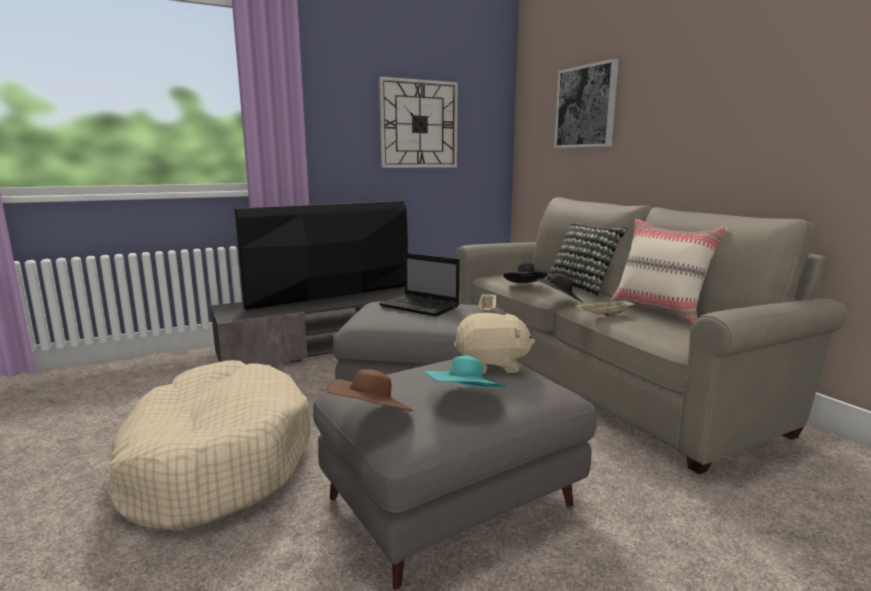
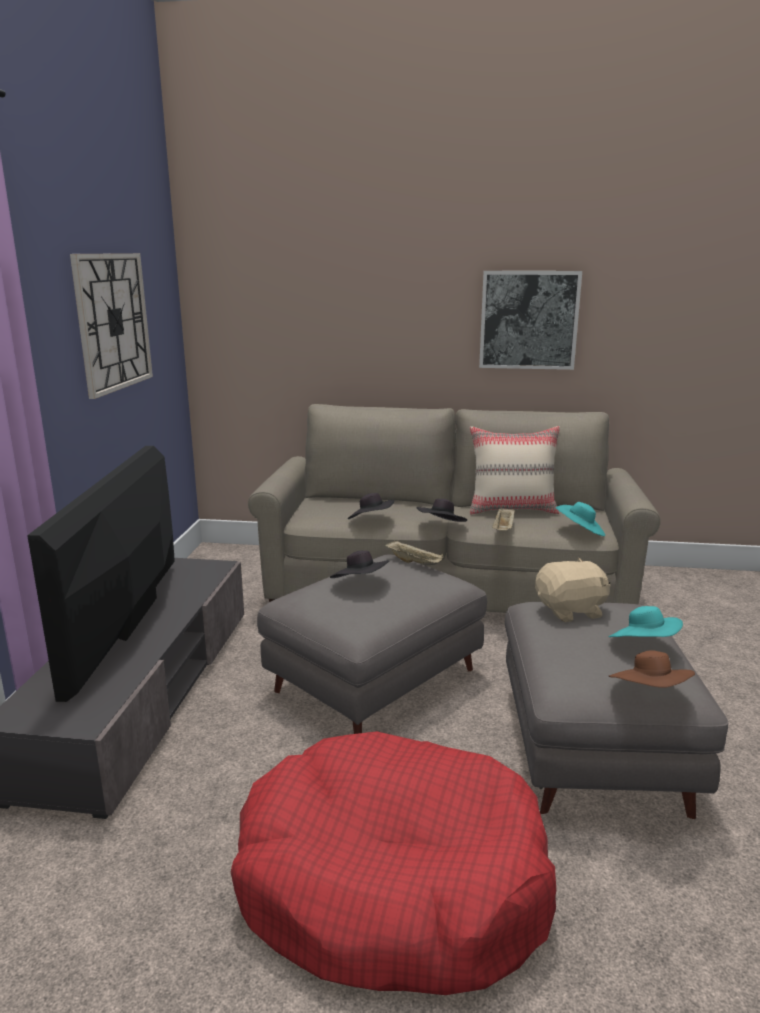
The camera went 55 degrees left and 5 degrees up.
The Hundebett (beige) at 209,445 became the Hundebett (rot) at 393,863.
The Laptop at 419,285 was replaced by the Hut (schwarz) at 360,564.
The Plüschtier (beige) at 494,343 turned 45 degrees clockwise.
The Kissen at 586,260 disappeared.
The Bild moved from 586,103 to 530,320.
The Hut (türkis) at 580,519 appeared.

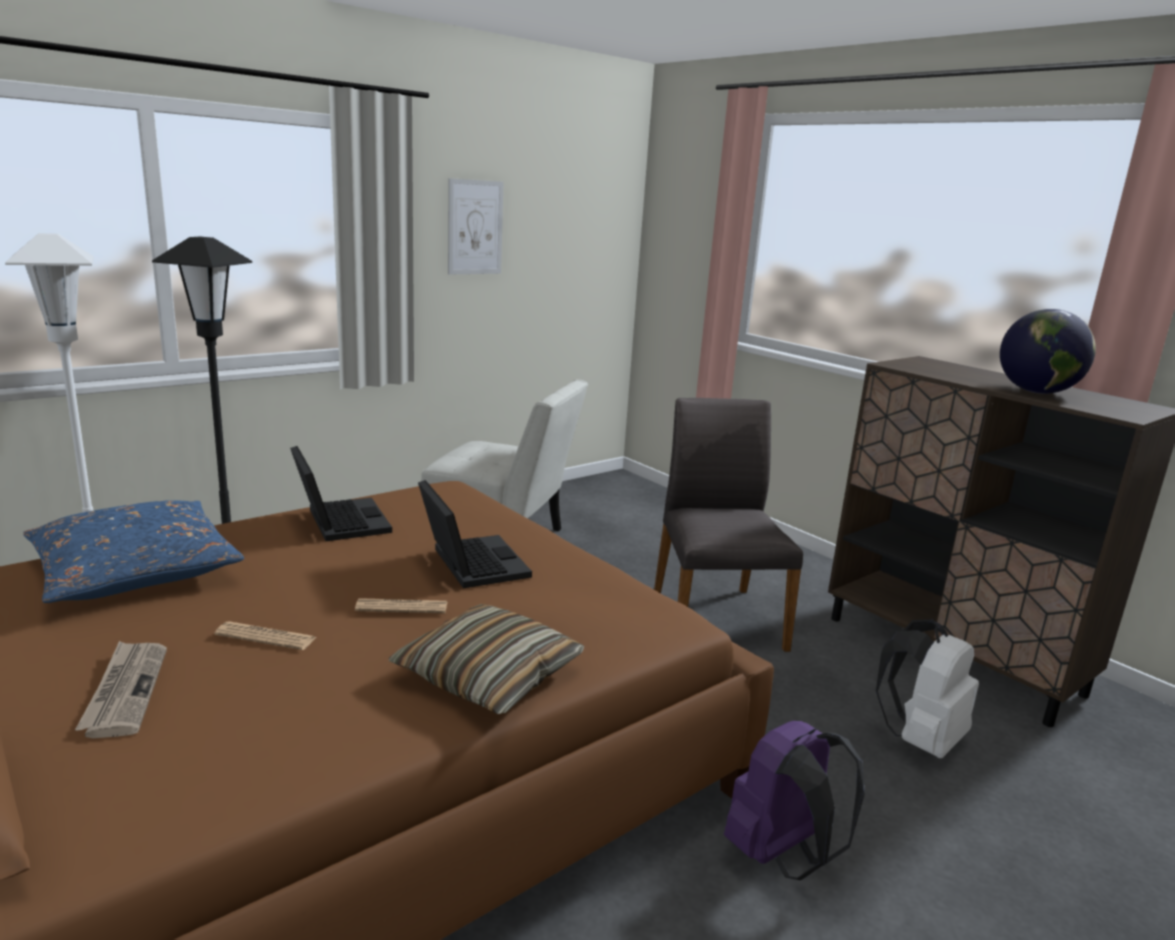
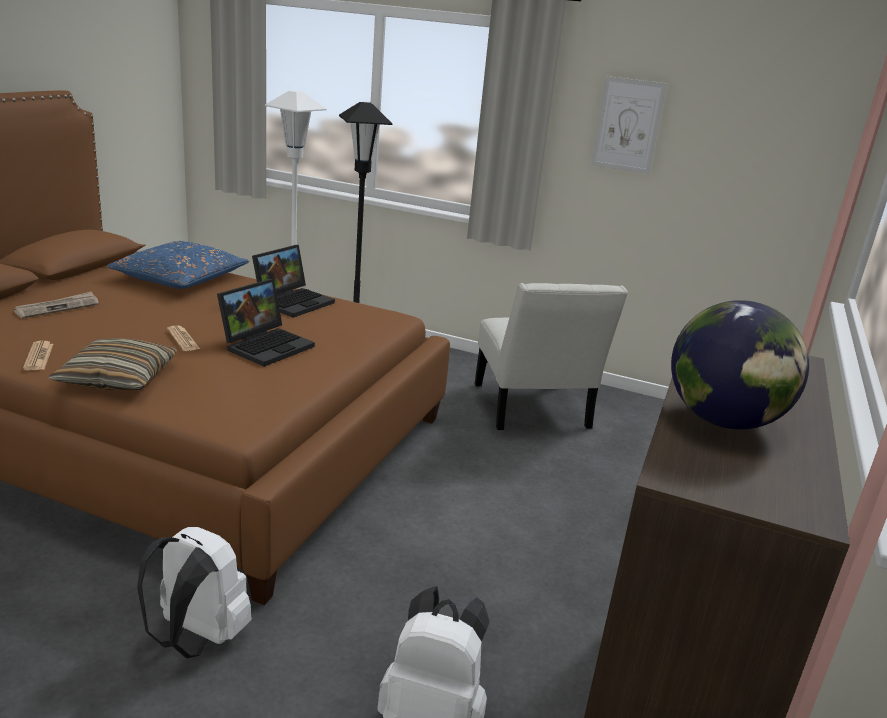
The camera went 60 degrees right and 5 degrees up.
The Zeitung moved from 265,635 to 38,355.
The Stuhl (grau) at 728,525 disappeared.
The Rucksack (lila) at 794,800 became the Rucksack (weiß) at 194,592.

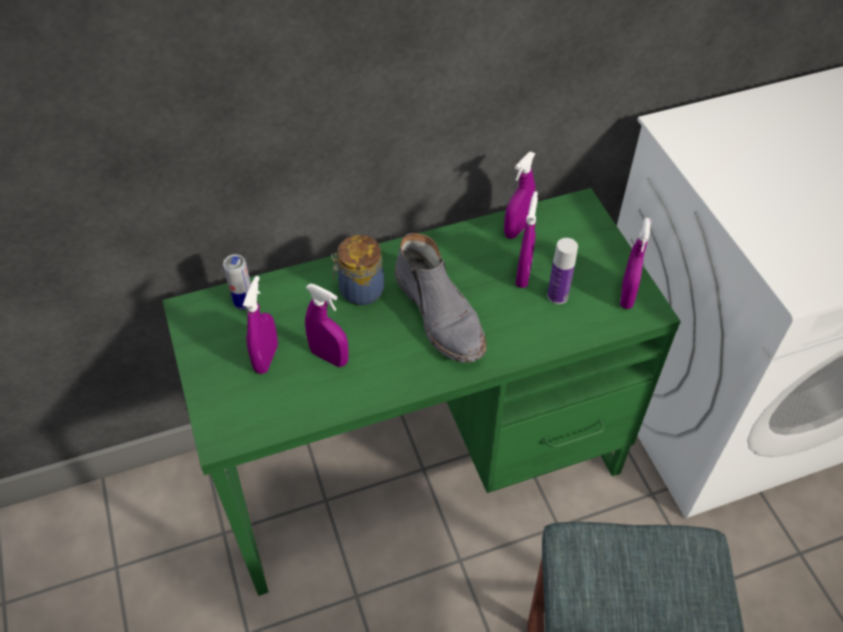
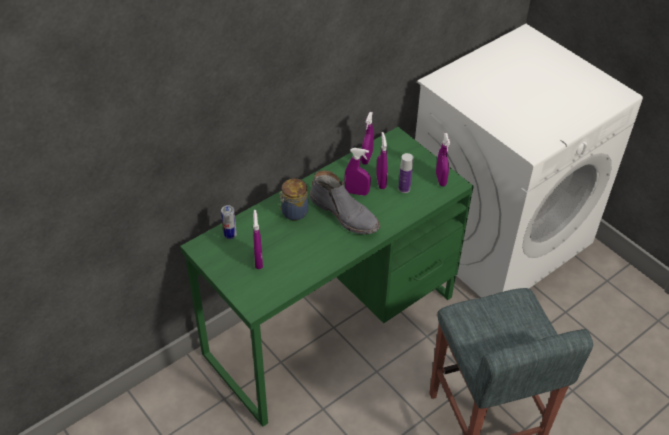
The camera went 20 degrees left and 5 degrees down.
The Sprühflasche (lila) moved from 327,325 to 357,172.

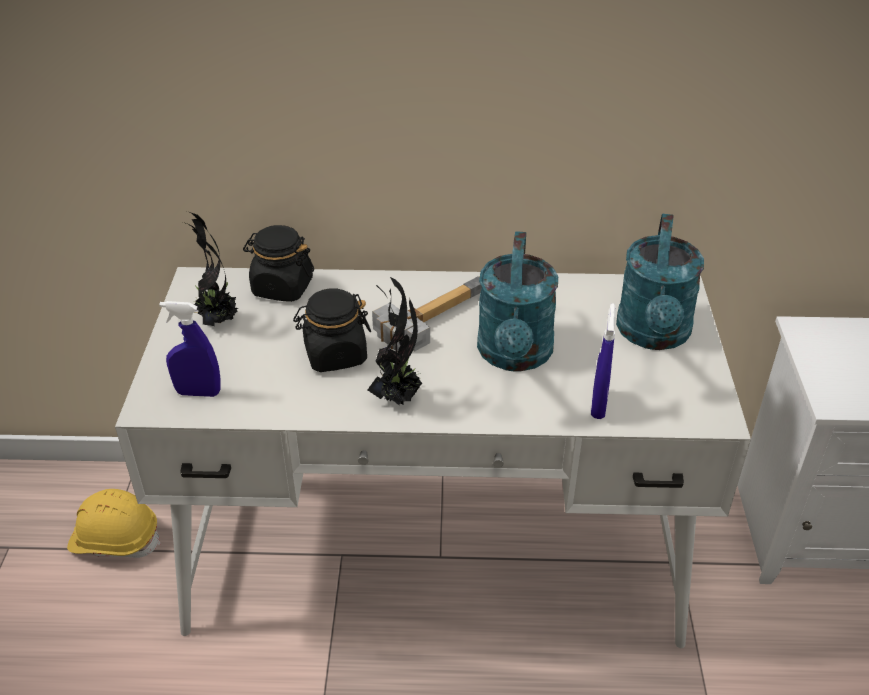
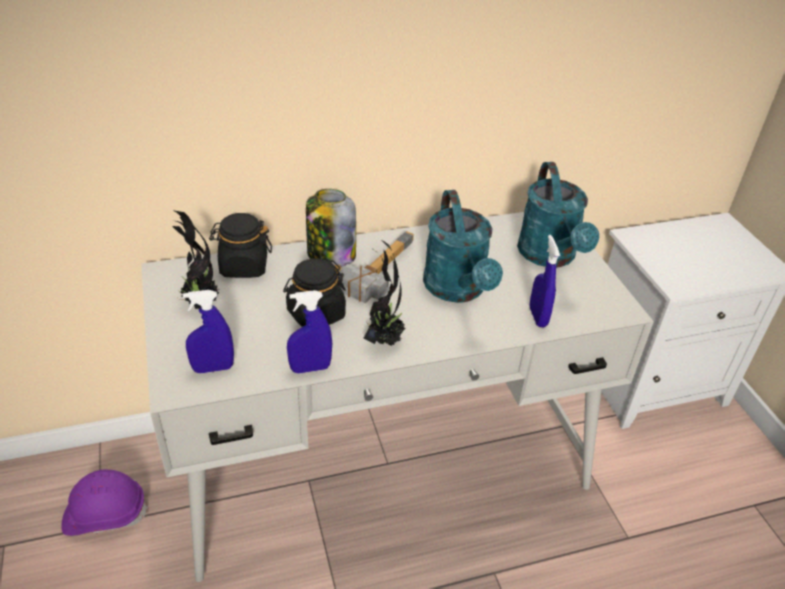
The camera went 20 degrees left and 0 degrees up.
The Schutzhelm (gelb) at 114,523 became the Schutzhelm (lila) at 105,503.
The Sprühflasche (blau) at 309,331 appeared.
The Vorratsglas at 331,228 appeared.

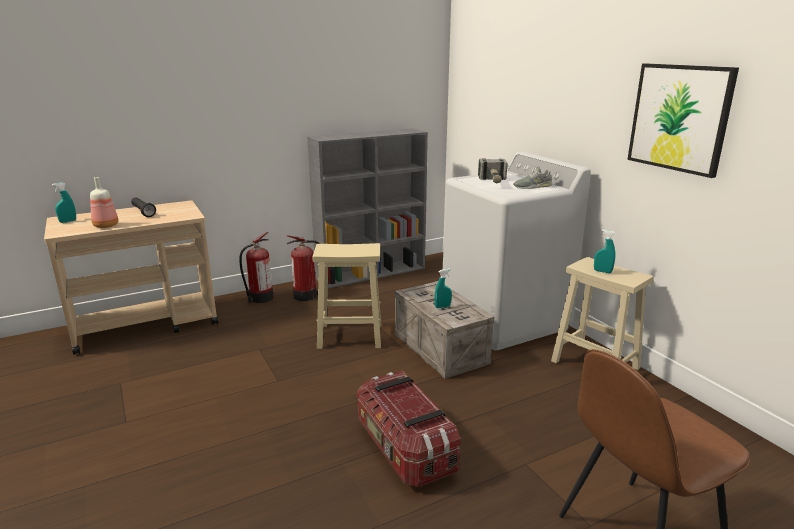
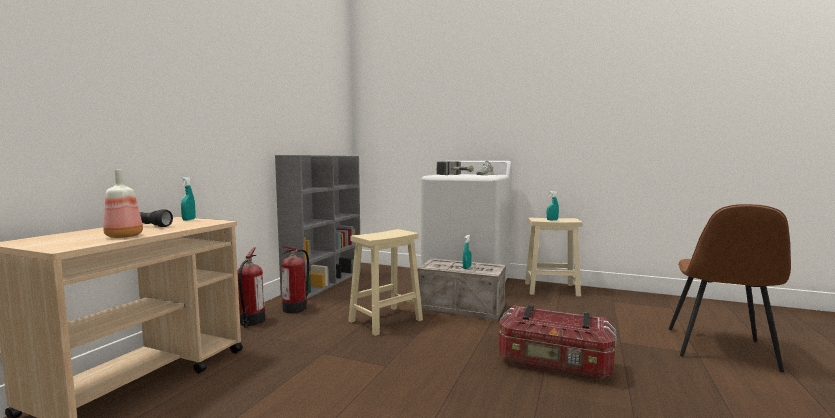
The camera went 40 degrees left and 15 degrees down.
The Sprühflasche (türkis) moved from 64,202 to 188,199.
The Bild at 683,120 disappeared.

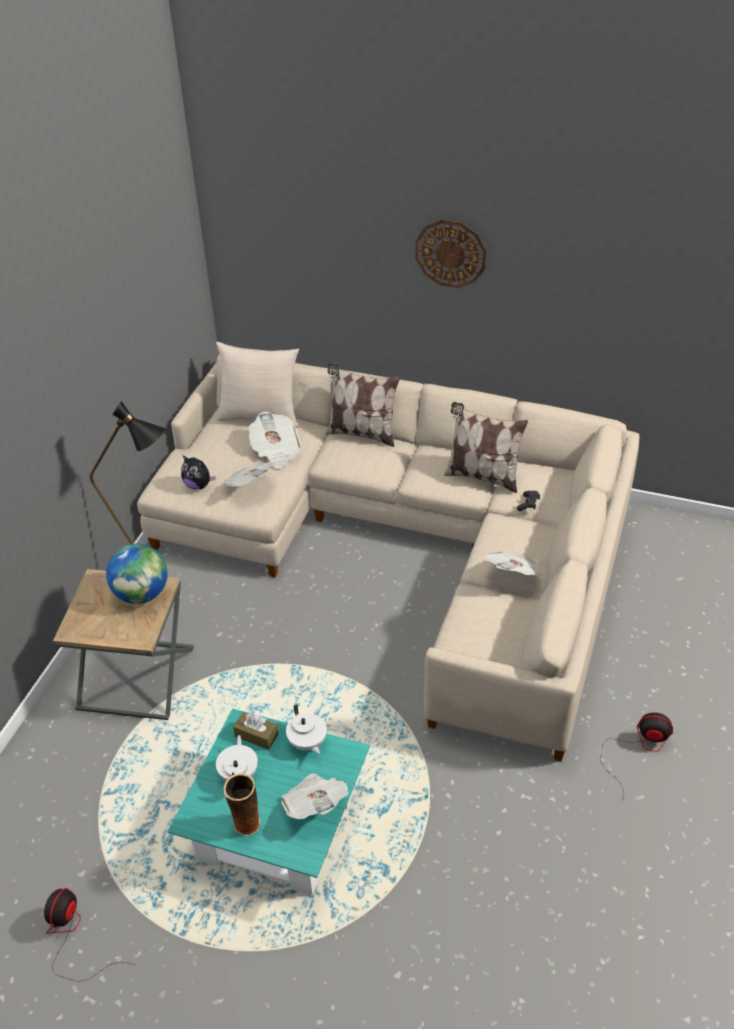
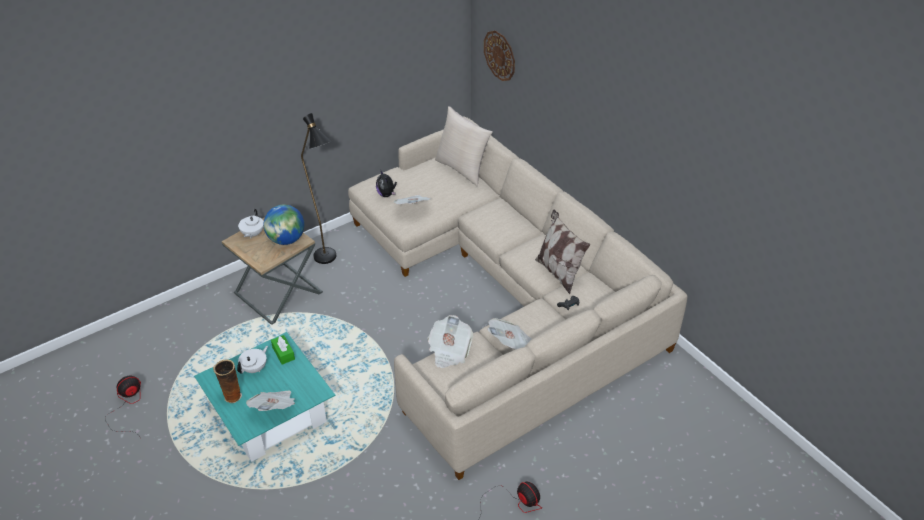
The camera went 35 degrees right and 0 degrees up.
The Taschentuchbox (braun) at 255,731 became the Taschentuchbox (grün) at 283,349.
The Zeitung moved from 275,440 to 450,341.
The Teekanne (weiß) moved from 306,729 to 251,223.
The Kissen at 363,405 disappeared.
The Wanduhr moved from 451,254 to 499,55.

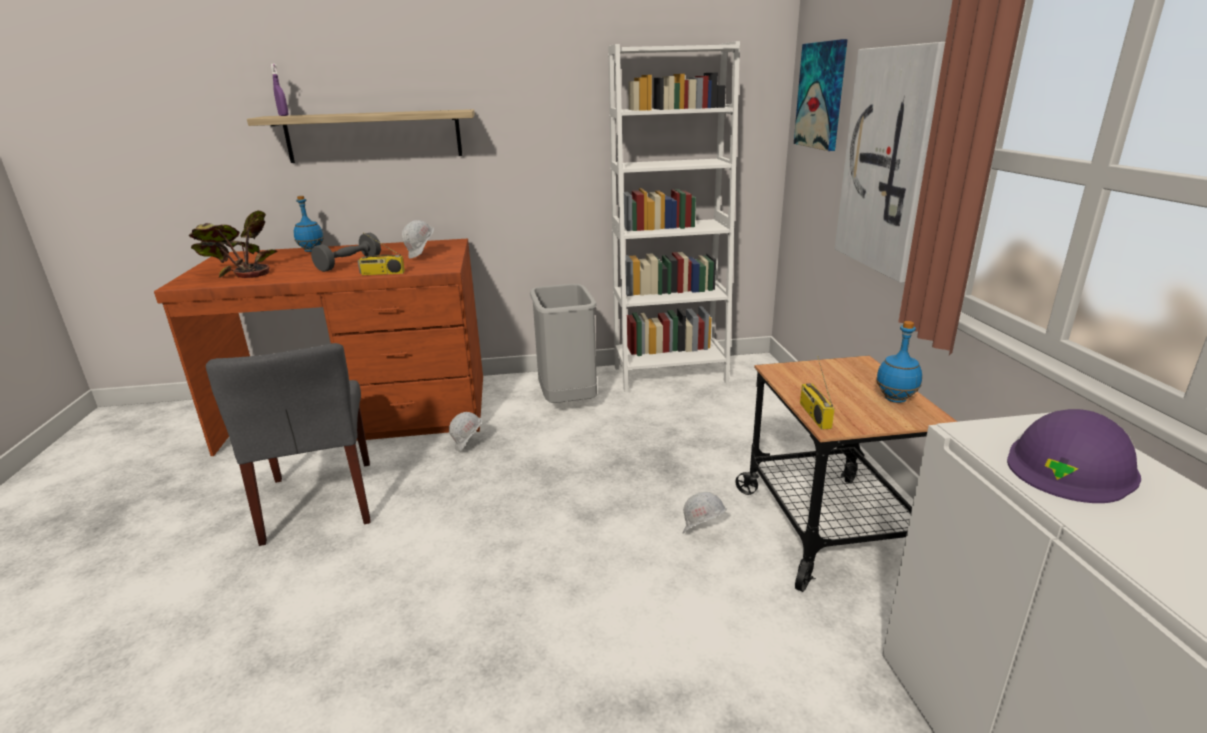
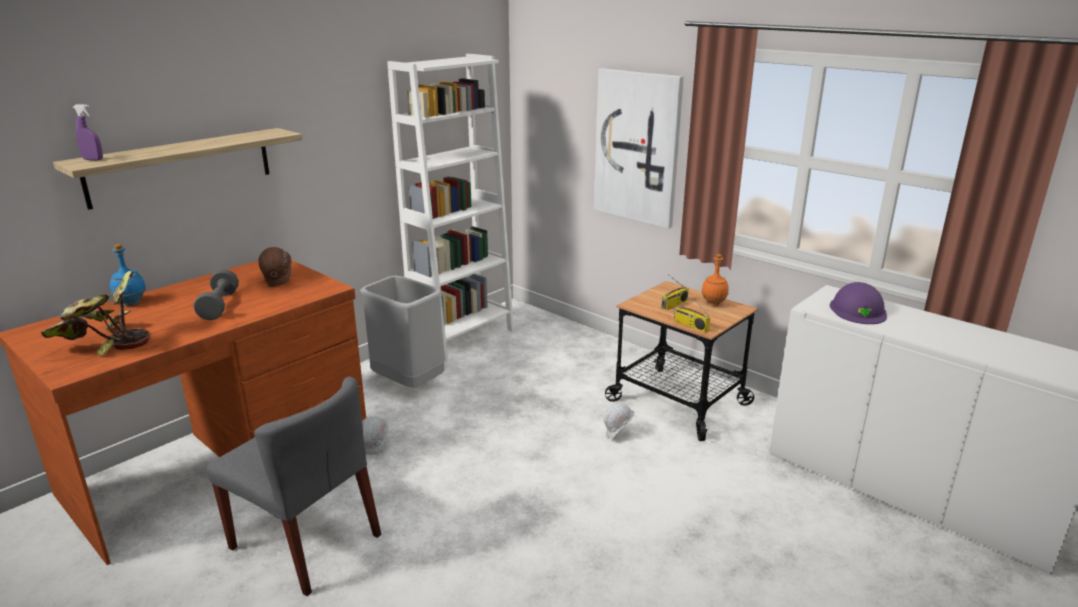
The camera went 40 degrees left and 0 degrees up.
The Radio moved from 381,253 to 675,292.
The Schutzhelm (weiß) at 418,239 became the Schutzhelm (braun) at 274,267.
The Bild at 821,95 disappeared.
The Flasche (blau) at 899,362 became the Flasche (orange) at 715,280.

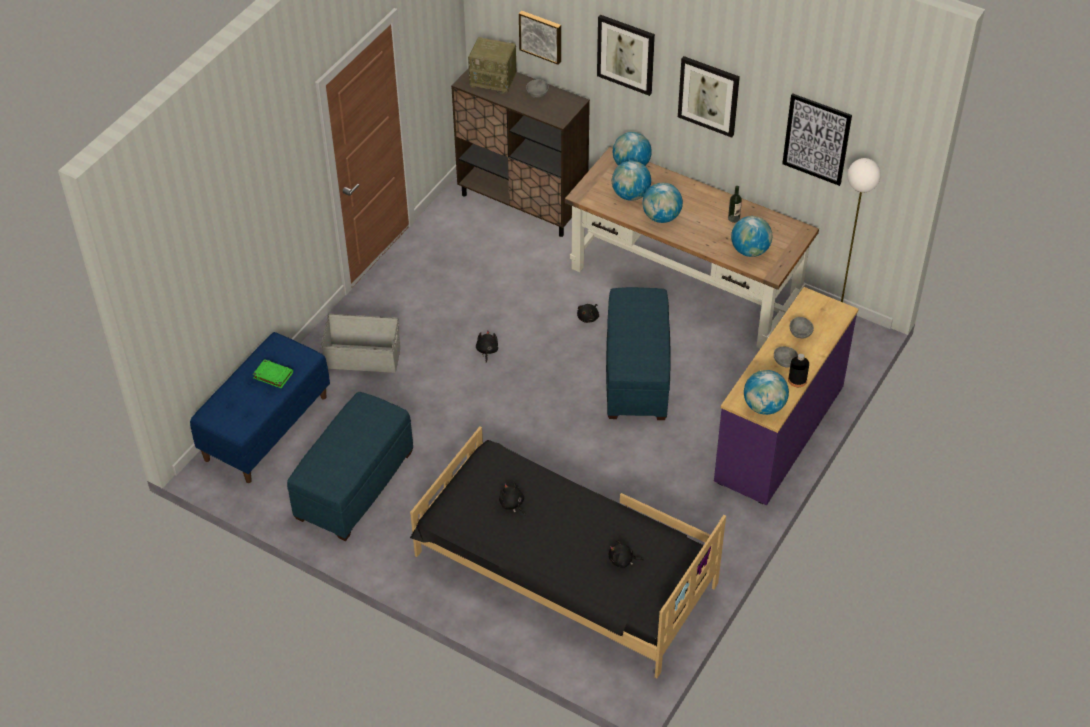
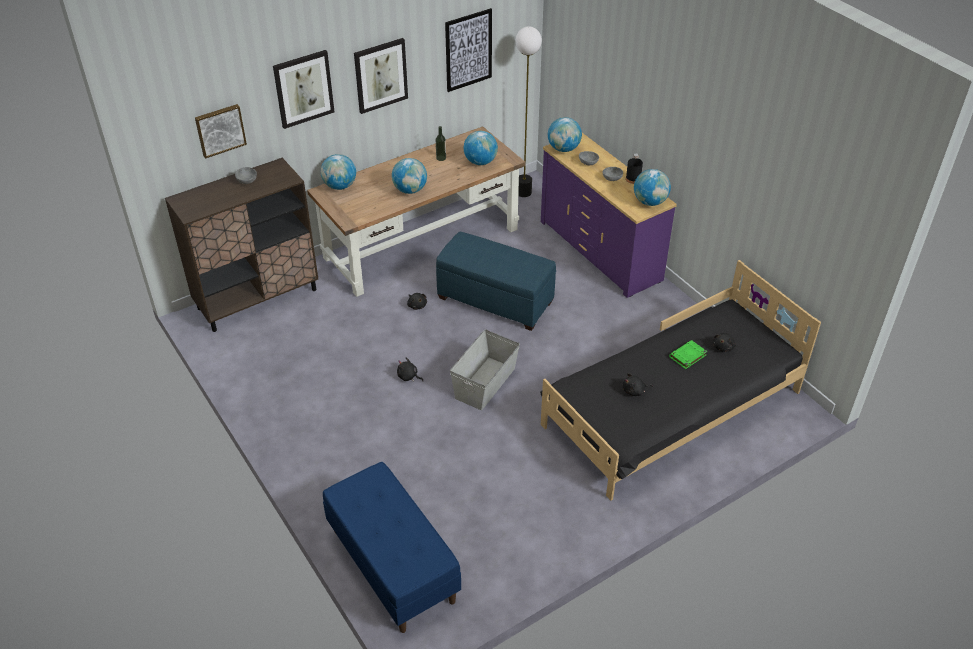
The camera went 65 degrees left and 5 degrees down.
The Buch (grün) moved from 273,374 to 688,354.
The Polsterhocker (blau) at 350,466 disappeared.
The Aufbewahrungsbox (grau) moved from 360,343 to 485,369.
The Radio at 492,65 disappeared.
The Globus moved from 631,181 to 565,134.

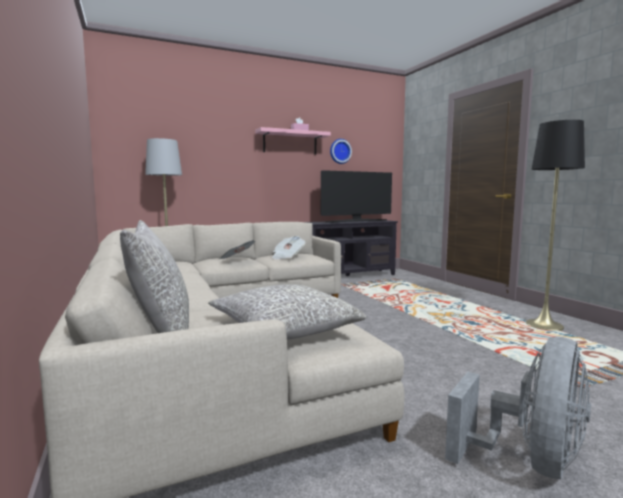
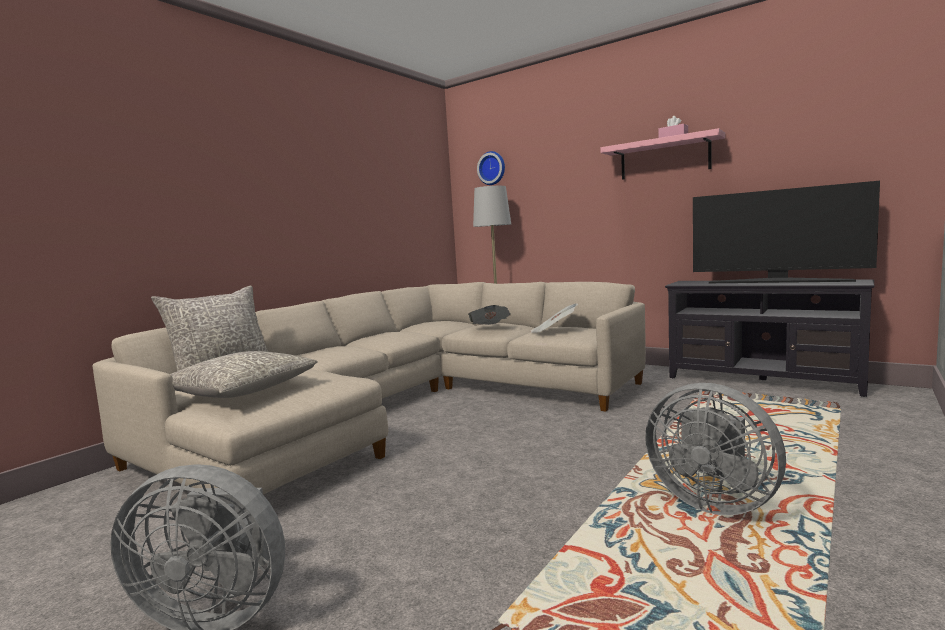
The camera went 60 degrees right and 0 degrees up.
The Wanduhr moved from 341,151 to 491,168.
The Stehlampe (schwarz) at 555,225 disappeared.
The Ventilator (grau) at 715,449 appeared.

